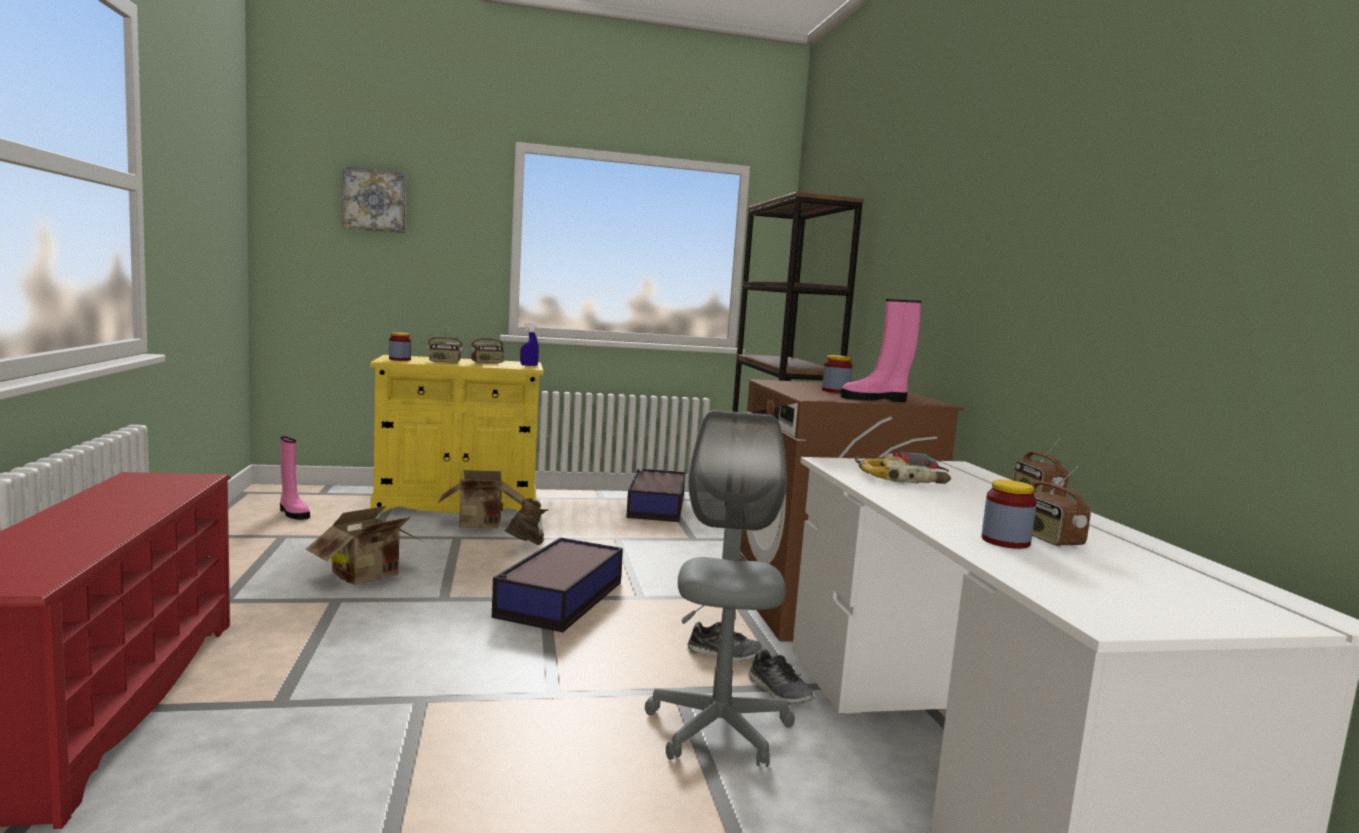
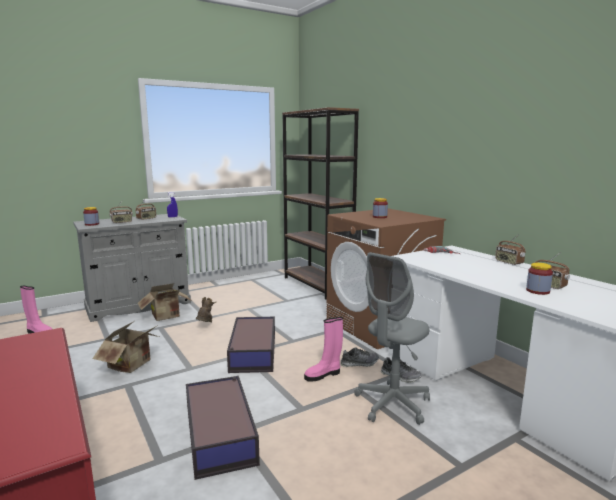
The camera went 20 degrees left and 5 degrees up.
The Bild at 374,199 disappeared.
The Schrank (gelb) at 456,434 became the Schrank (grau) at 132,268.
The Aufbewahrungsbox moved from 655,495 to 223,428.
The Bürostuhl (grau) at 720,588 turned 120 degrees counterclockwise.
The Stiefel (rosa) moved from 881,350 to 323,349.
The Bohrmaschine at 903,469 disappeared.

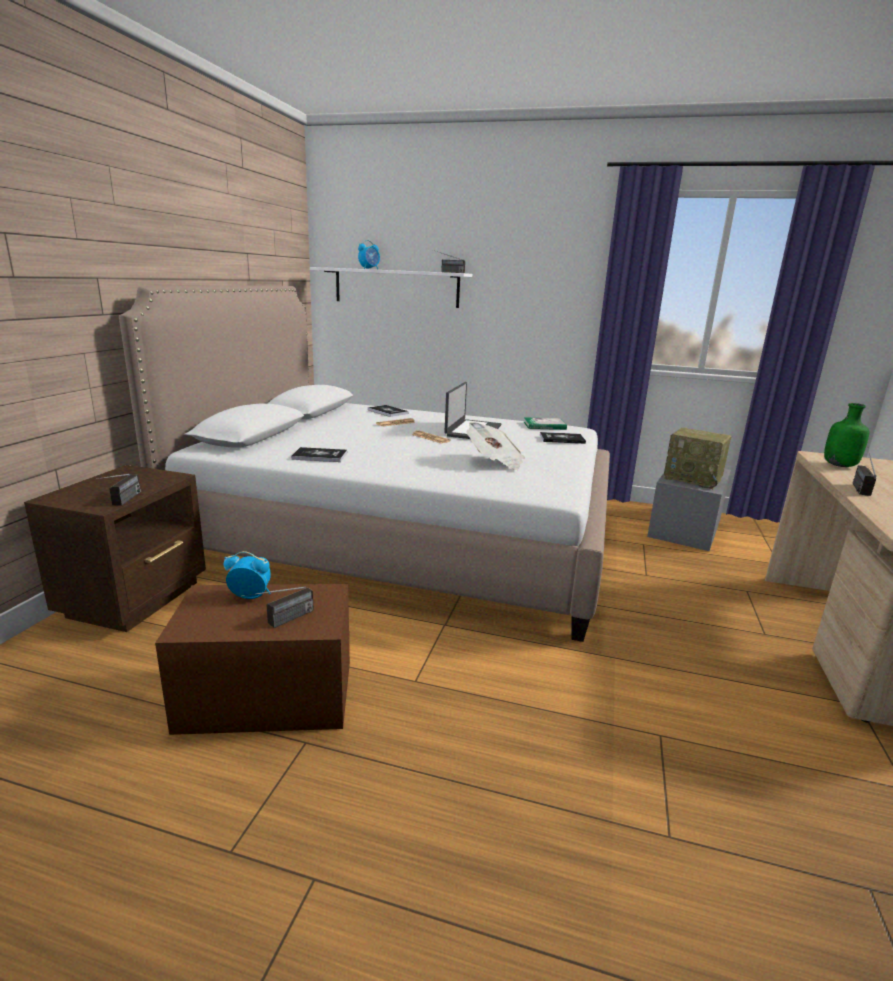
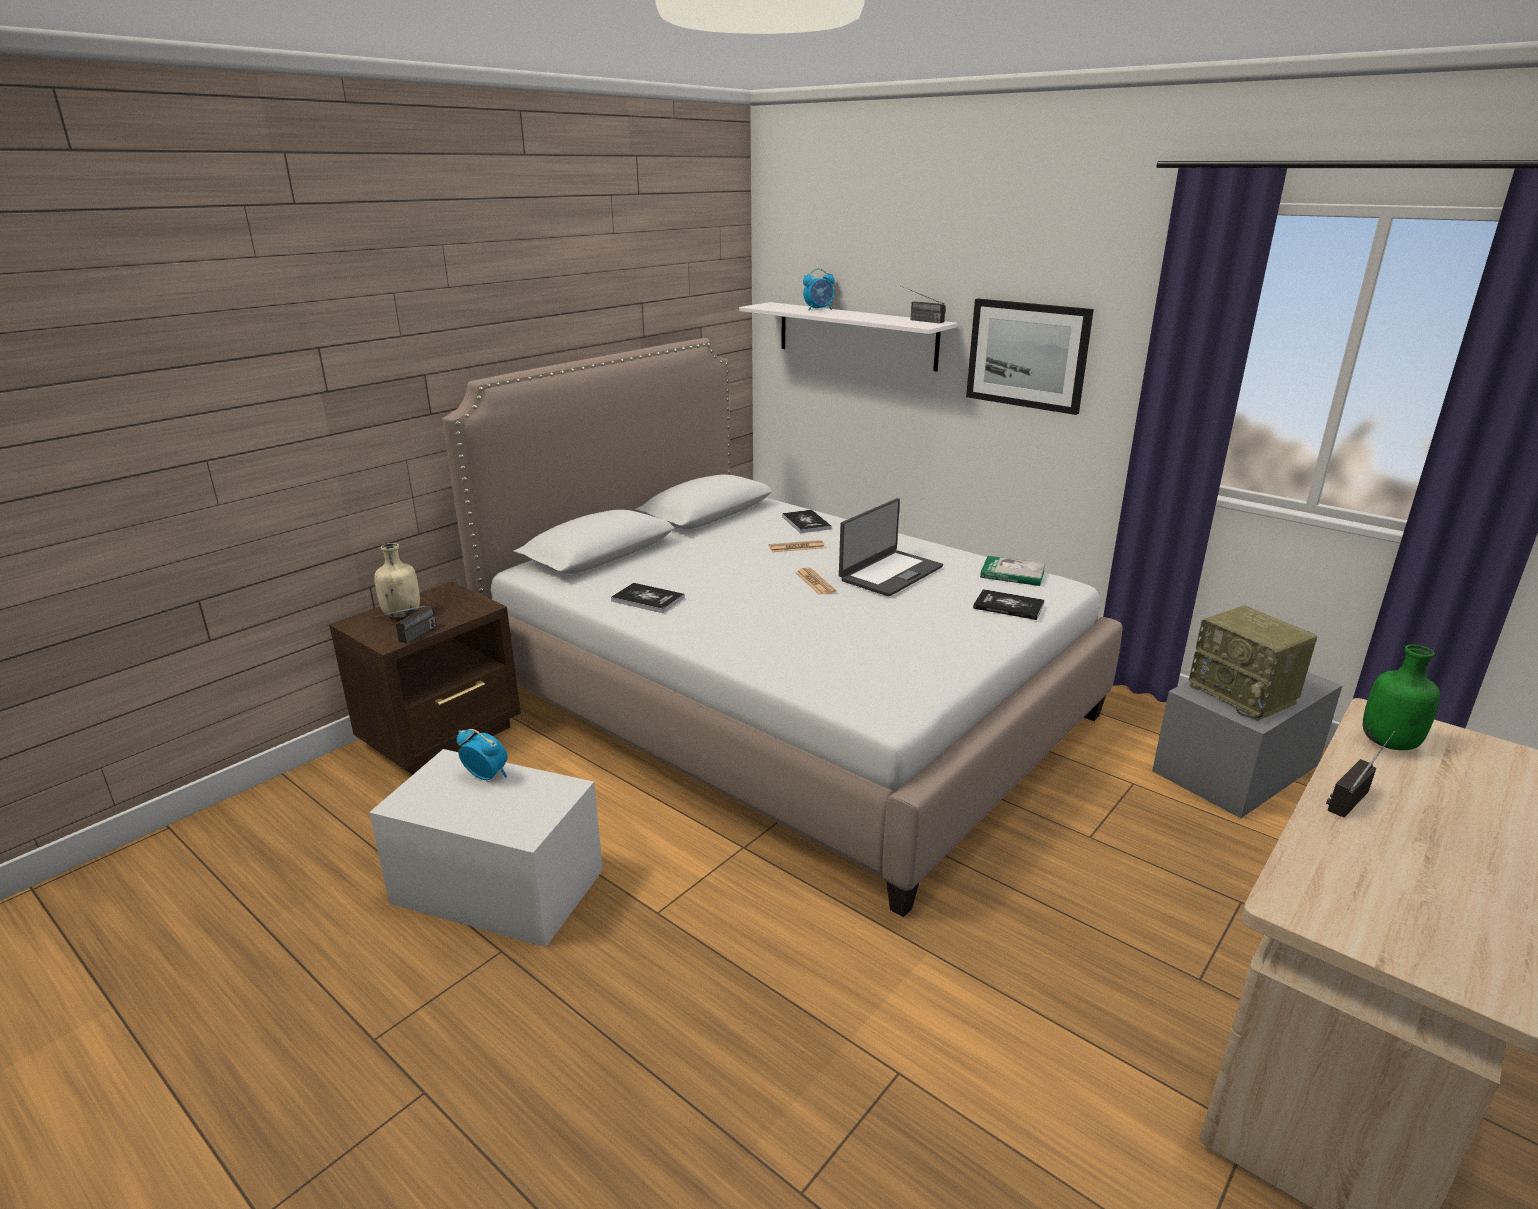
The camera went 25 degrees right and 5 degrees up.
The Aufbewahrungsbox (braun) at 252,659 became the Aufbewahrungsbox (weiß) at 486,848.
The Radio at 277,607 disappeared.
The Zeitung at 495,446 disappeared.
The Flasche (beige) at 397,580 appeared.
The Bild at 1030,357 appeared.

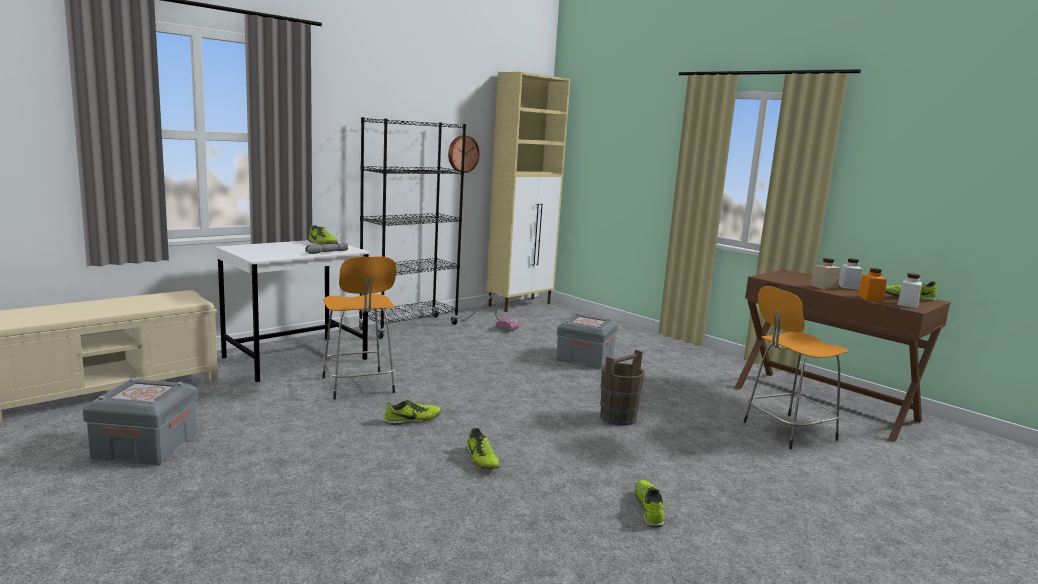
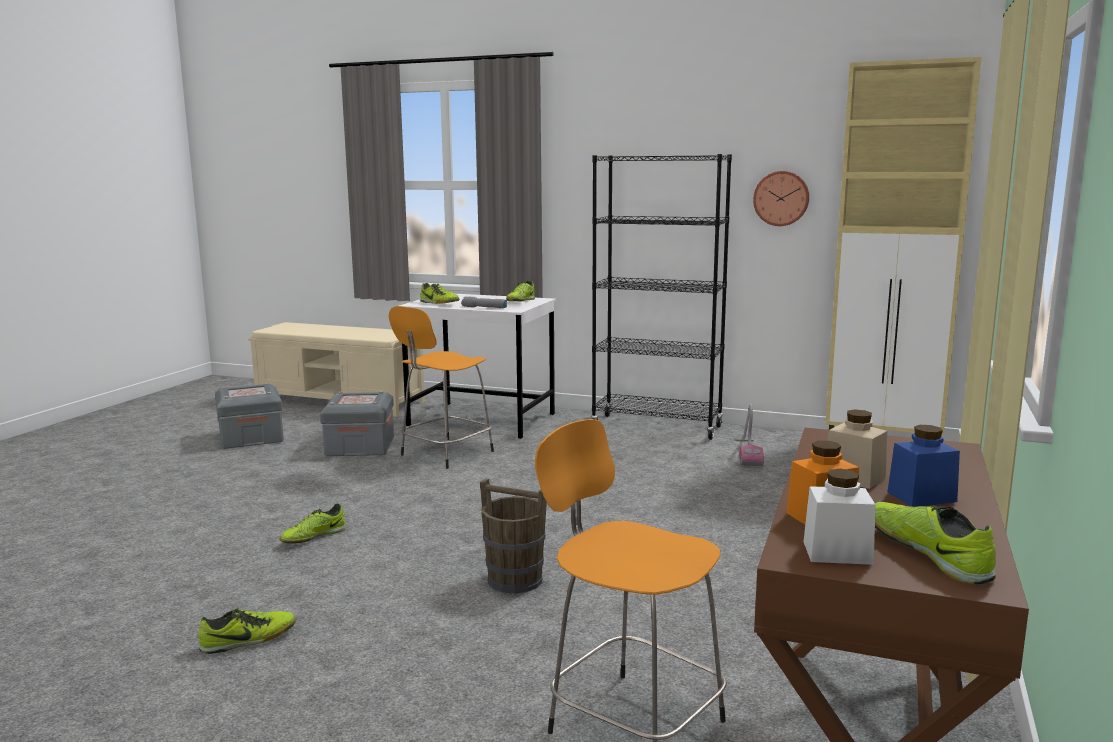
The camera went 65 degrees right and 0 degrees up.
The Schuh moved from 413,412 to 439,293.
The Aufbewahrungsbox (grau) moved from 587,341 to 357,423.
The Vorratsglas (weiß) at 850,274 became the Vorratsglas (blau) at 923,466.

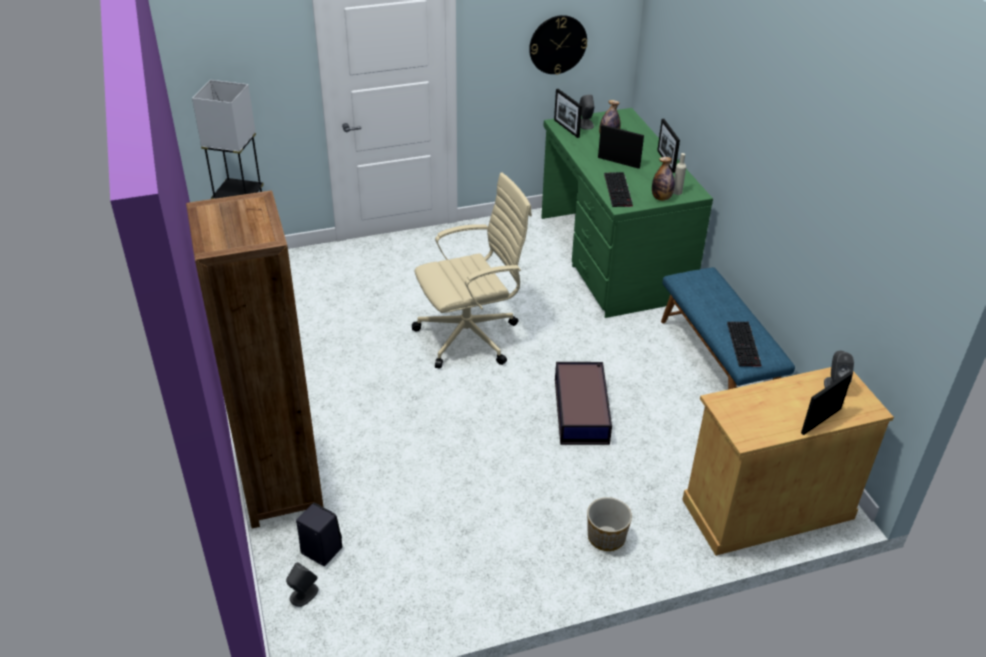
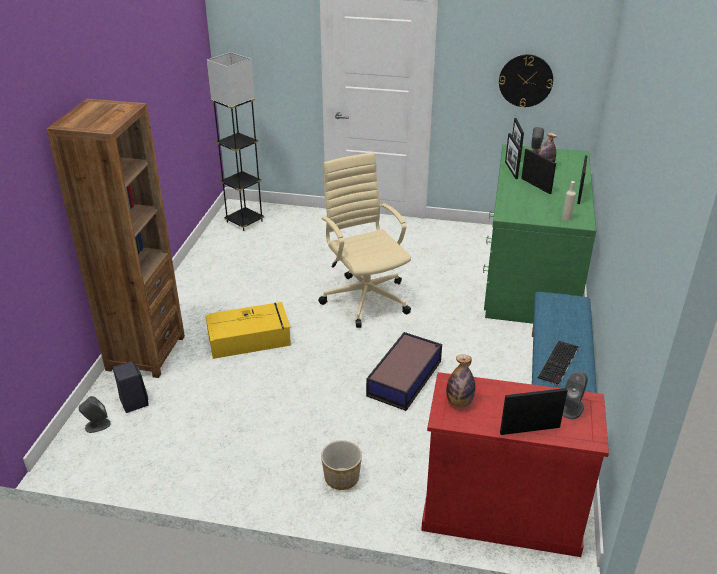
The camera went 30 degrees right and 5 degrees down.
The Bürostuhl (beige) at 472,271 turned 120 degrees counterclockwise.
The Tastatur at 618,189 disappeared.
The Flasche moved from 663,179 to 460,381.
The Schrank (beige) at 788,461 became the Schrank (rot) at 515,464.
The Aufbewahrungsbox (gelb) at 248,330 appeared.
The Bilderrahmen at 513,156 appeared.

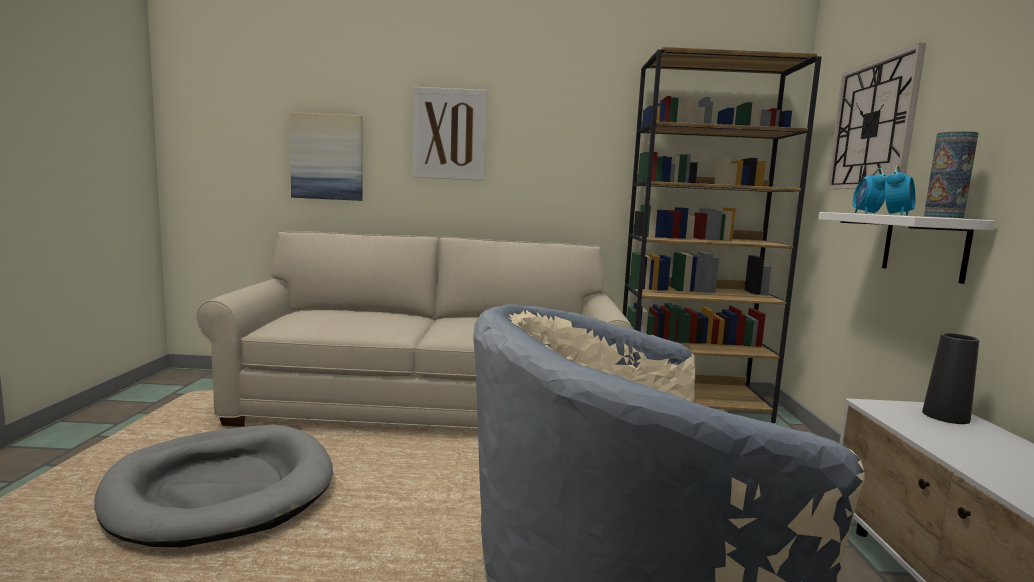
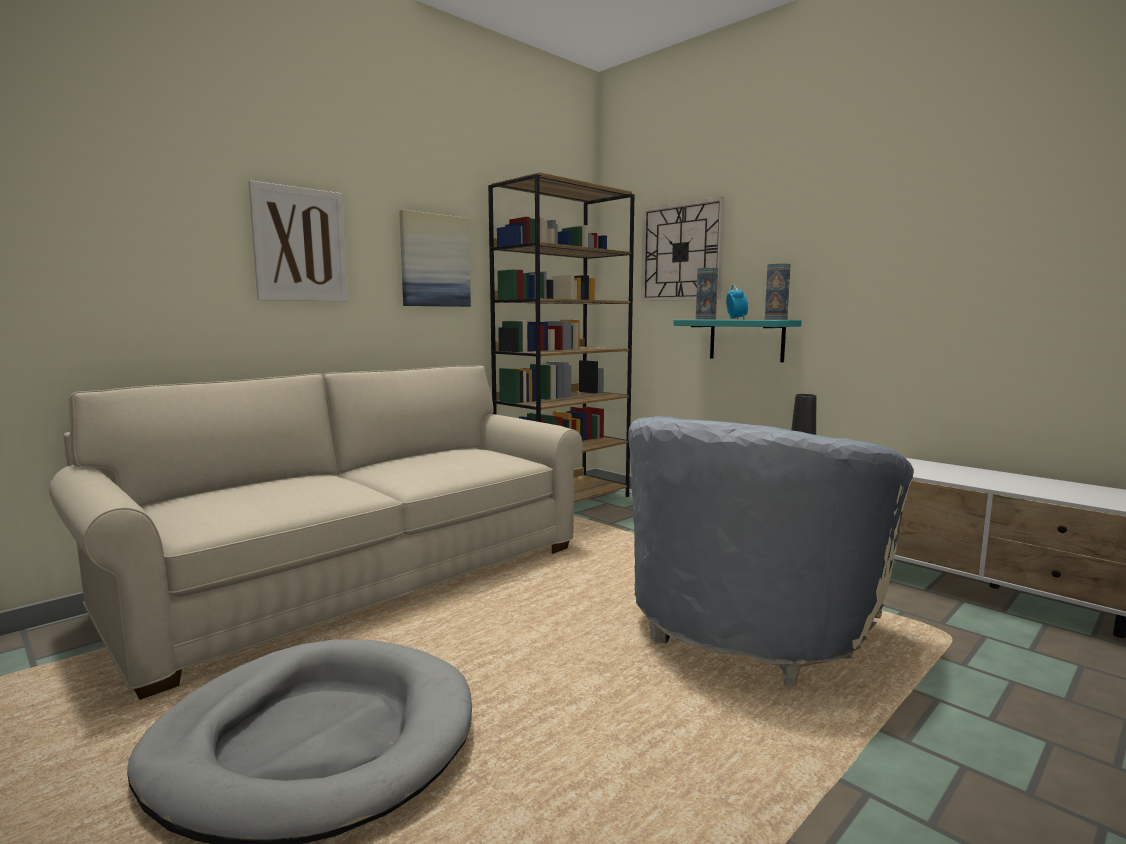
The camera went 45 degrees left and 0 degrees up.
The Bild moved from 326,156 to 435,258.
The Wandregal (weiß) at 906,248 became the Wandregal (türkis) at 737,341.
The Wecker at 870,191 was replaced by the Vase at 707,294.

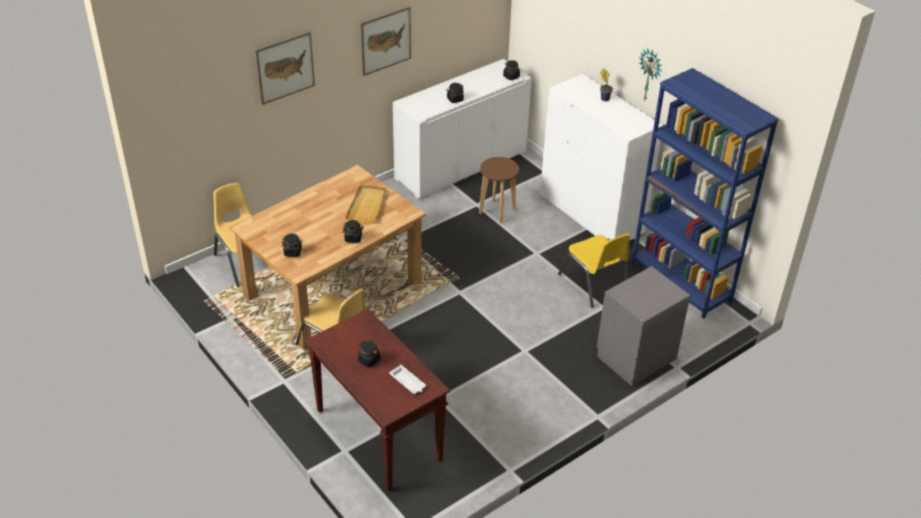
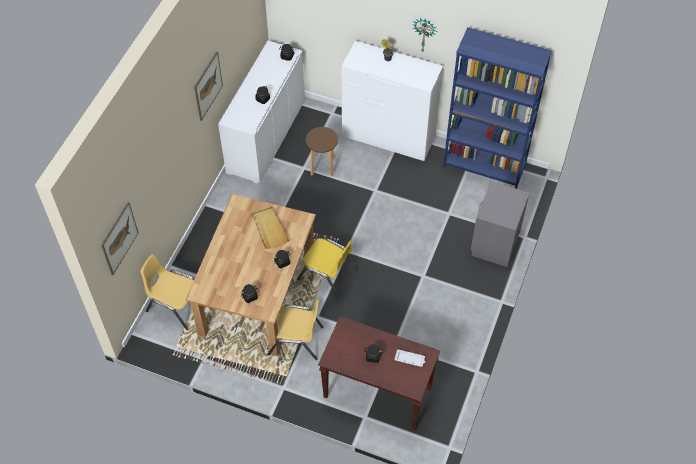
The camera went 30 degrees left and 15 degrees up.
The Bild moved from 285,68 to 119,238.
The Stuhl (gelb) moved from 594,271 to 327,268.

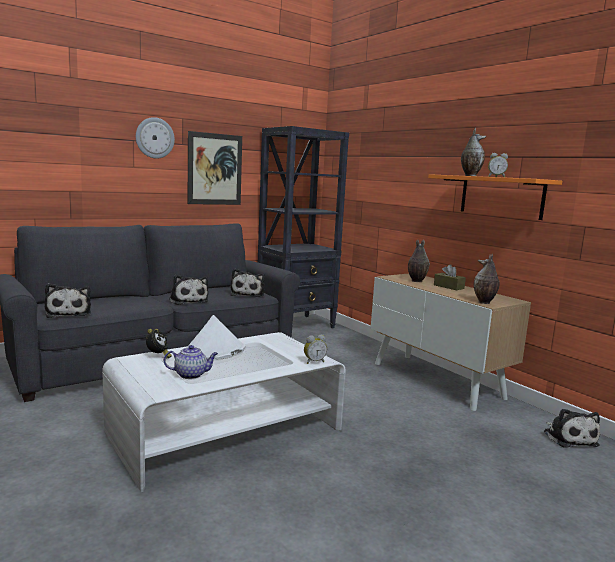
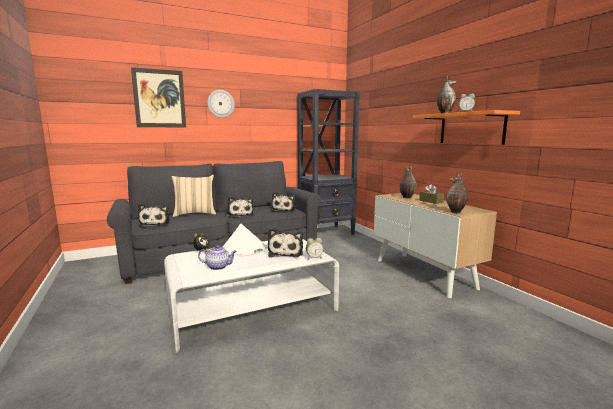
The camera went 10 degrees right and 0 degrees up.
The Bild moved from 215,168 to 158,97.
The Plüschtier moved from 572,428 to 285,242.
The Kissen (beige) at 193,196 appeared.

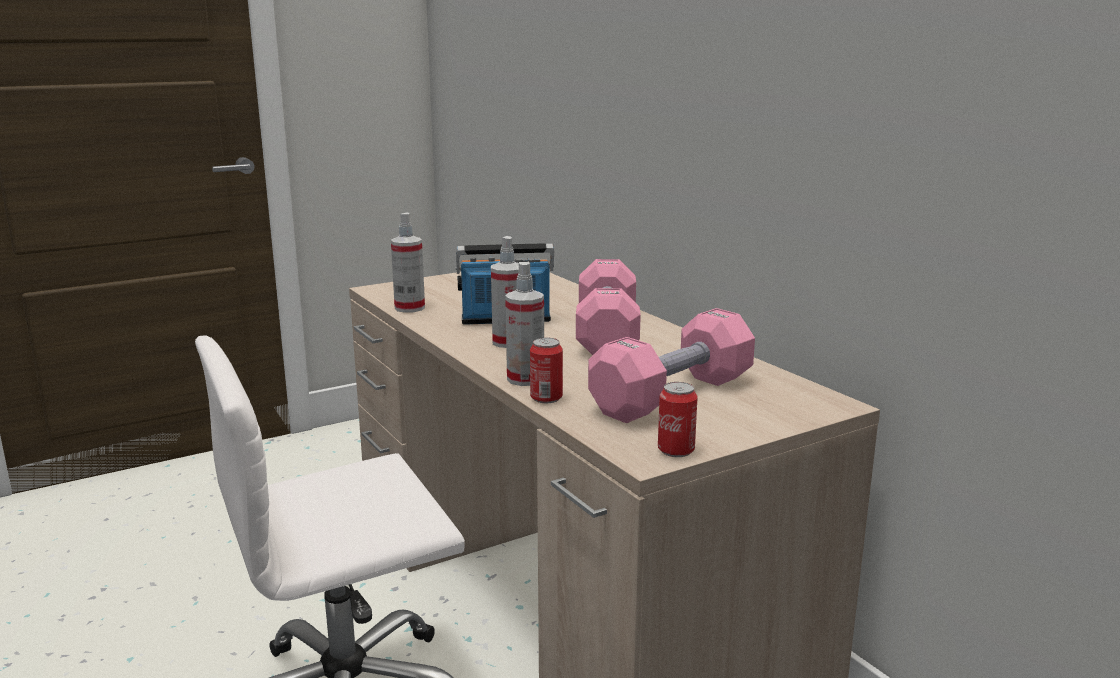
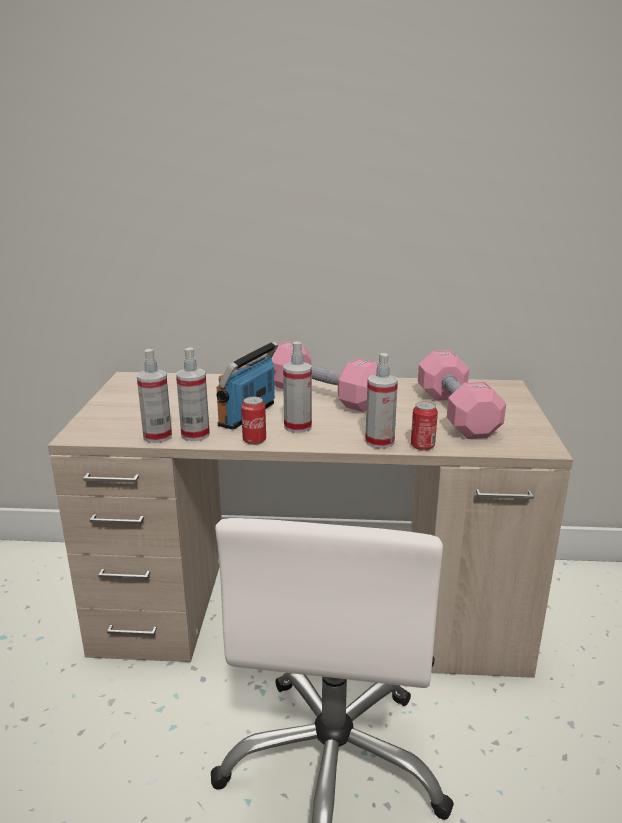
The camera went 55 degrees left and 5 degrees up.
The Dose moved from 678,419 to 253,421.
The Sprühflasche at 193,394 appeared.

